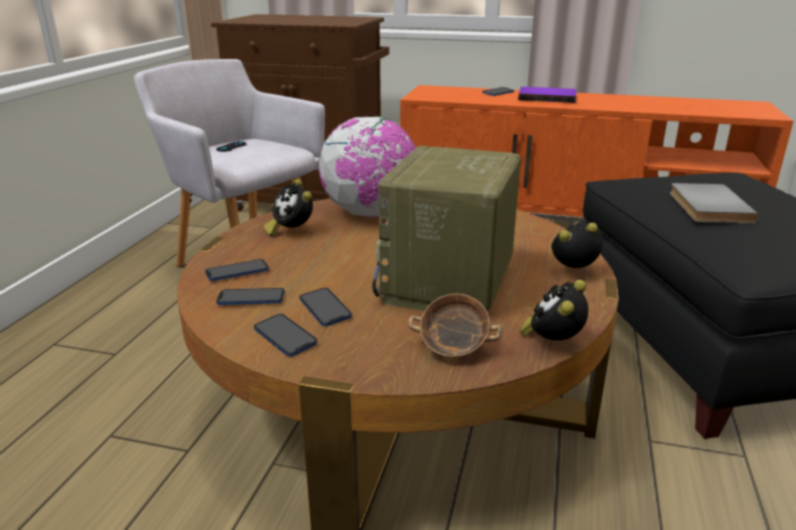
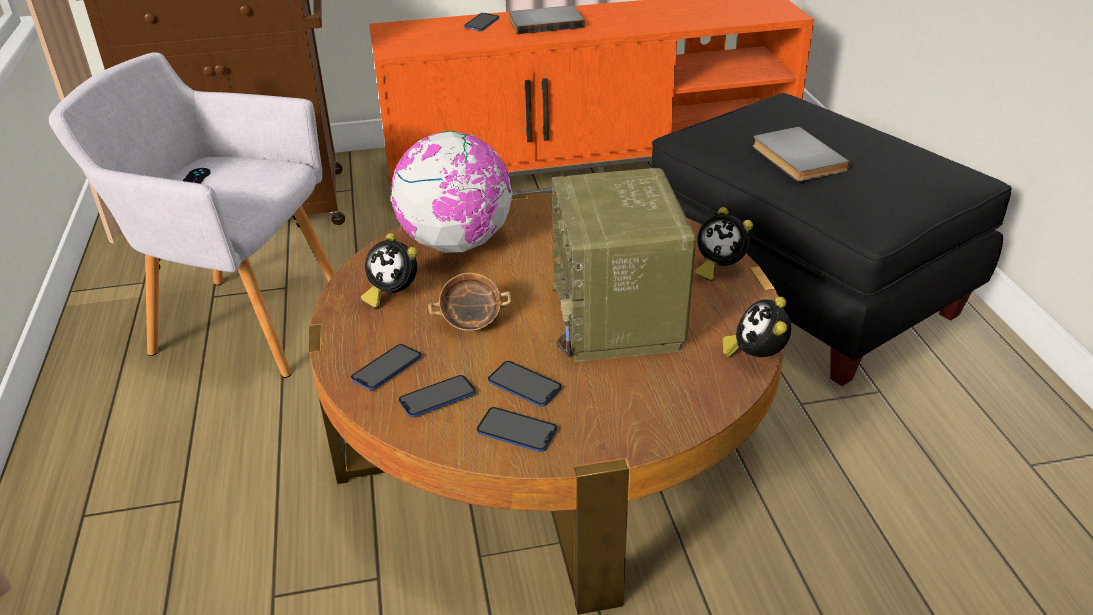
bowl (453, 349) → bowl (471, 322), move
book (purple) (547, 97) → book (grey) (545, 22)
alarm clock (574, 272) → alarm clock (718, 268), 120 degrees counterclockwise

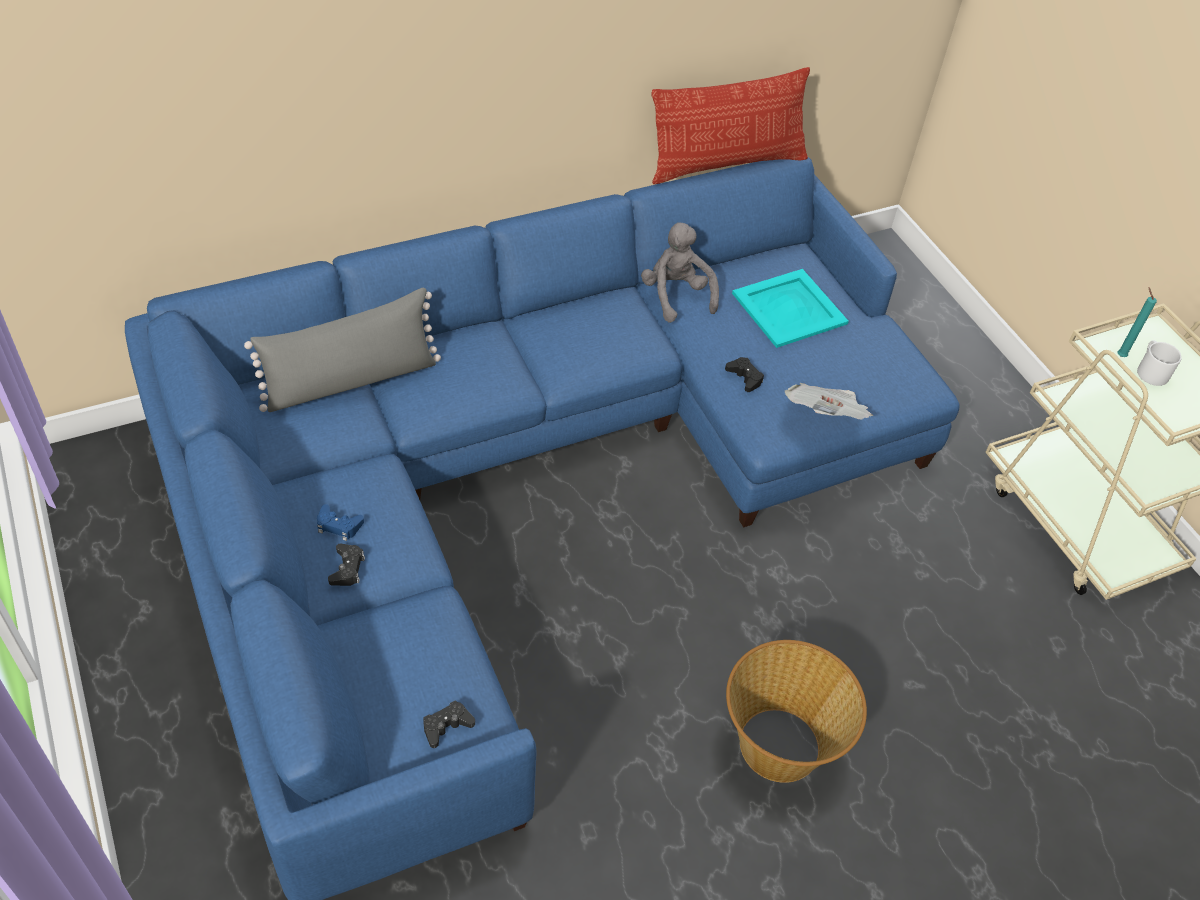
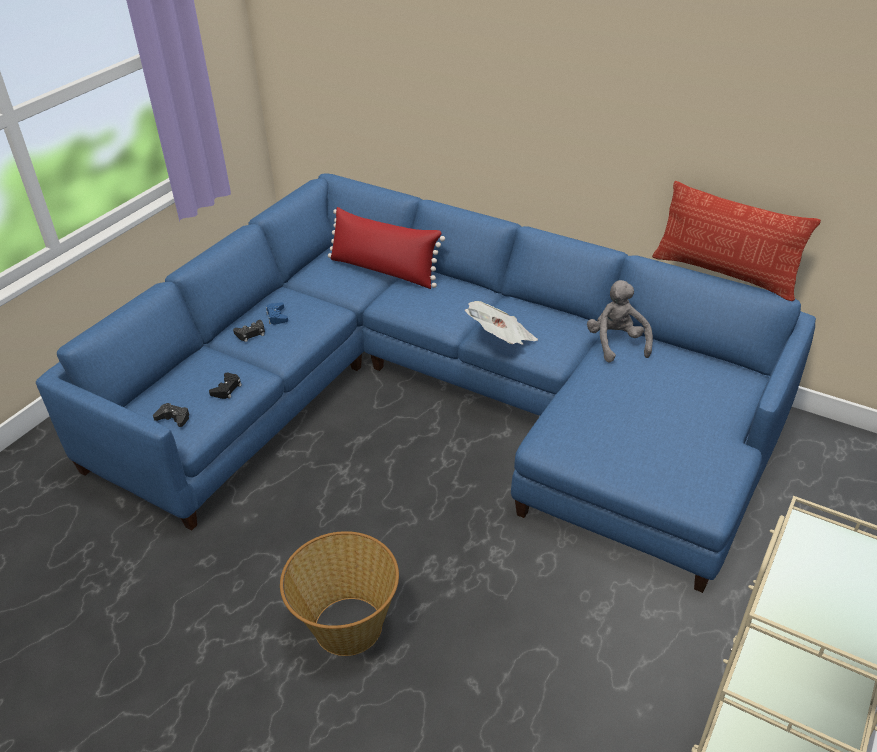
pillow (grey) (351, 380) → pillow (red) (384, 270)
plush toy (grey) (676, 296) → plush toy (grey) (616, 343), 45 degrees counterclockwise
game controller (black) (744, 377) → game controller (black) (227, 389), move
tray (turquoise) (789, 308) → -
newspaper (825, 417) → newspaper (501, 339), move
candle (turquoise) (1119, 355) → -
mug (white) (1150, 370) → -

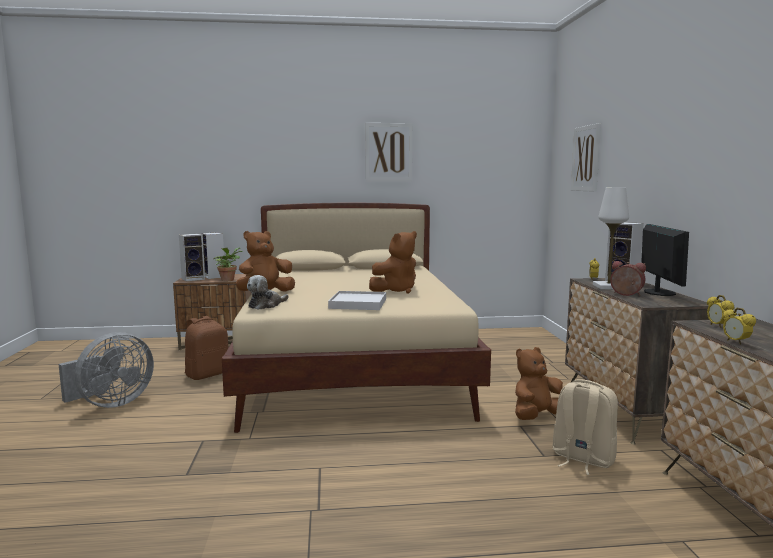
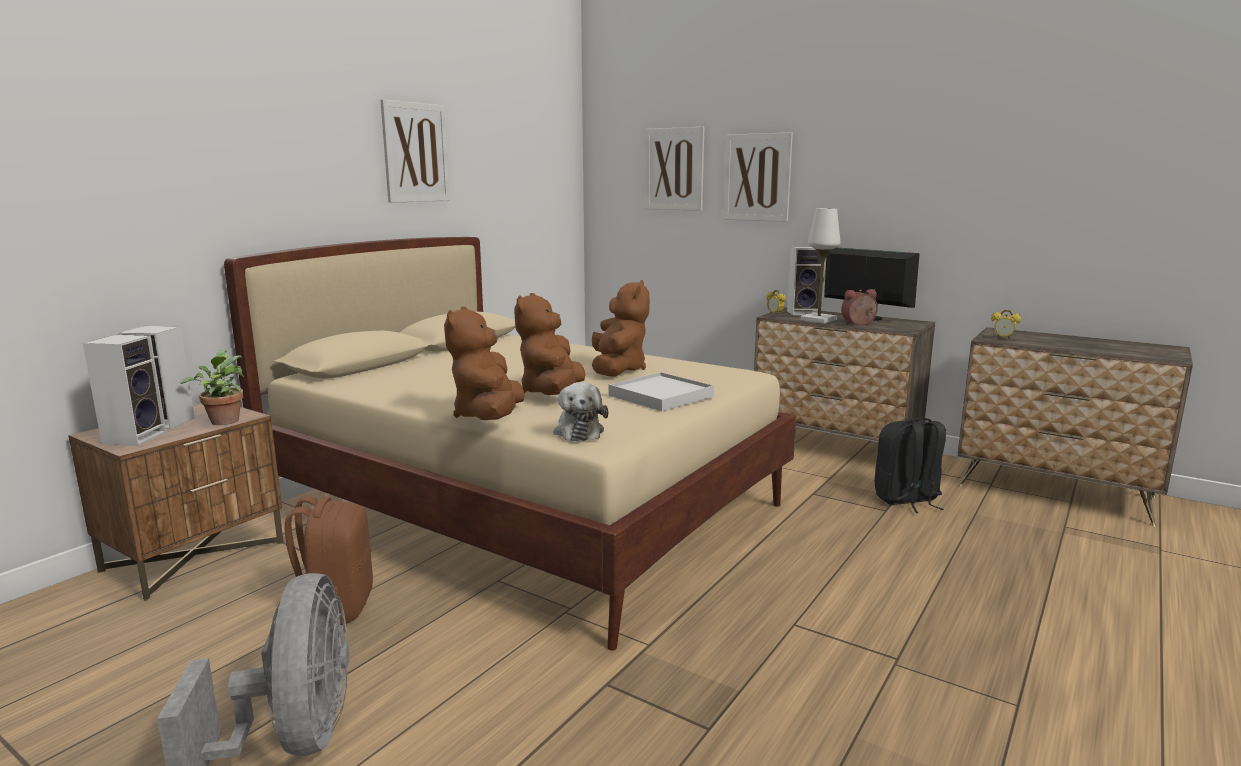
plush toy (brown) (536, 417) → plush toy (brown) (552, 393), move
backpack (beige) (582, 459) → backpack (black) (907, 500)
alarm clock (736, 342) → -
- → picture (757, 177)

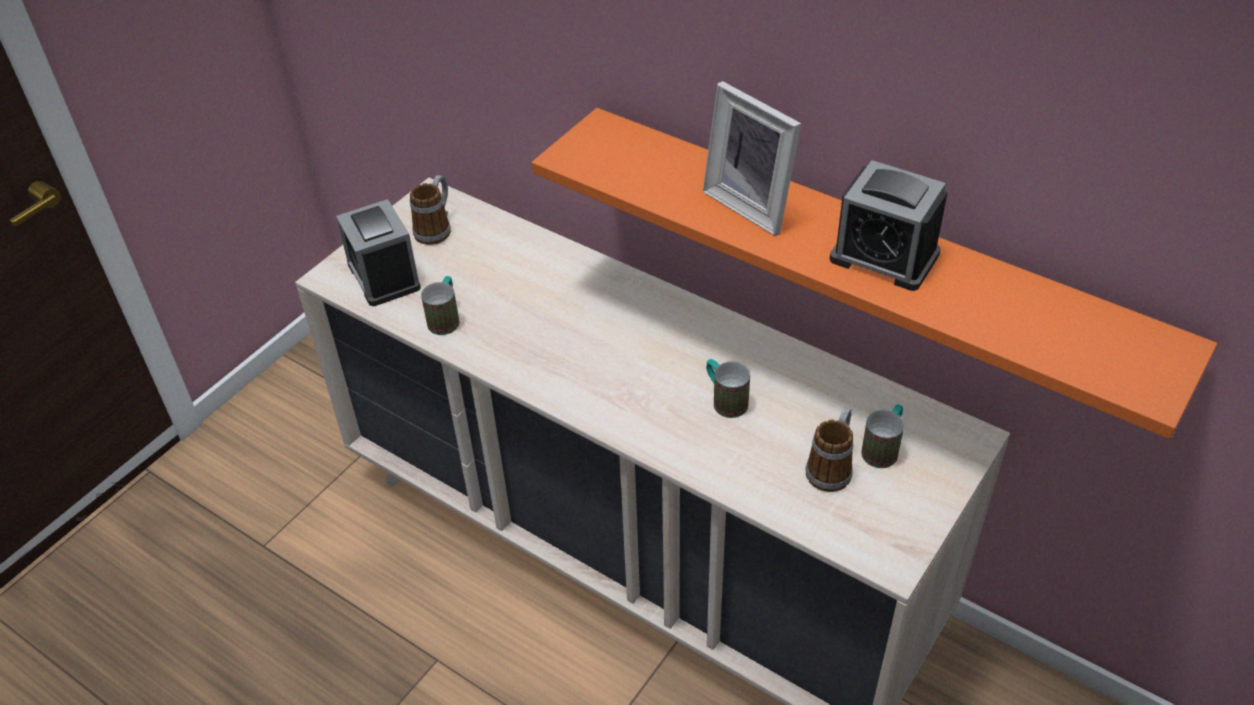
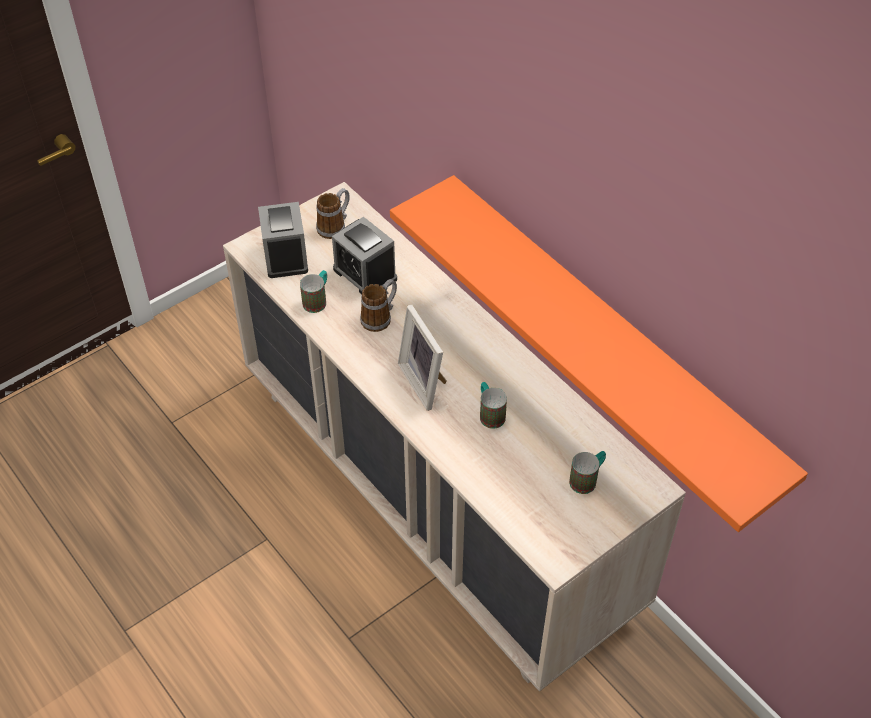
picture frame (753, 204) → picture frame (426, 382), move
mug (831, 467) → mug (380, 317), move
alarm clock (884, 257) → alarm clock (365, 274), move

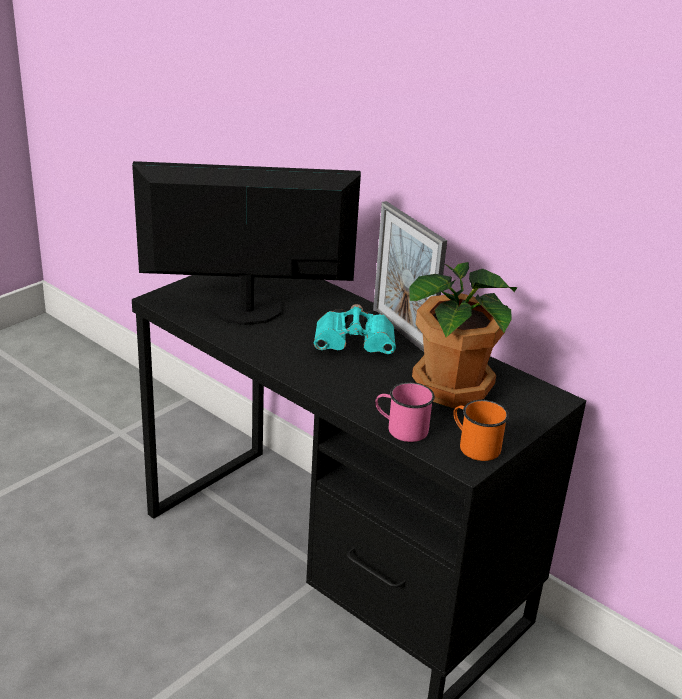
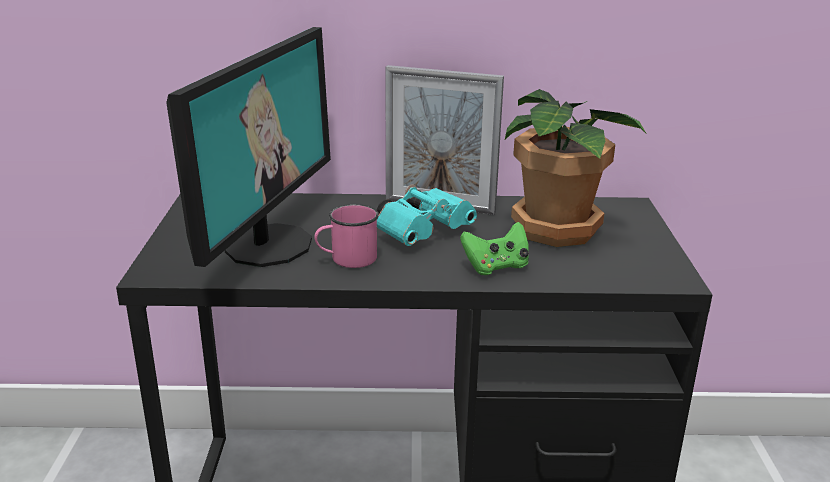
monitor (246, 309) → monitor (267, 245), 150 degrees clockwise
mug (pink) (401, 429) → mug (pink) (347, 259), move
mug (orange) (474, 445) → -
- → game controller (green) (496, 267)

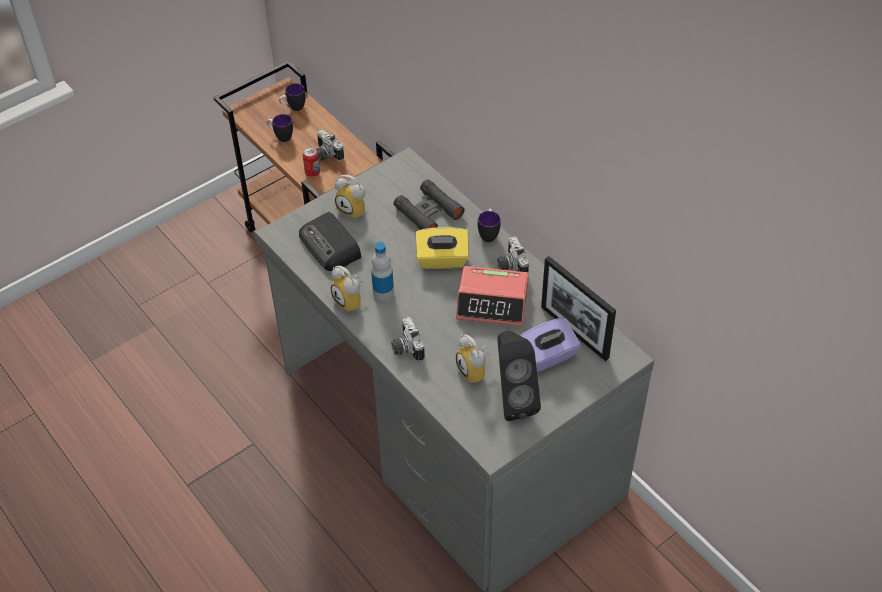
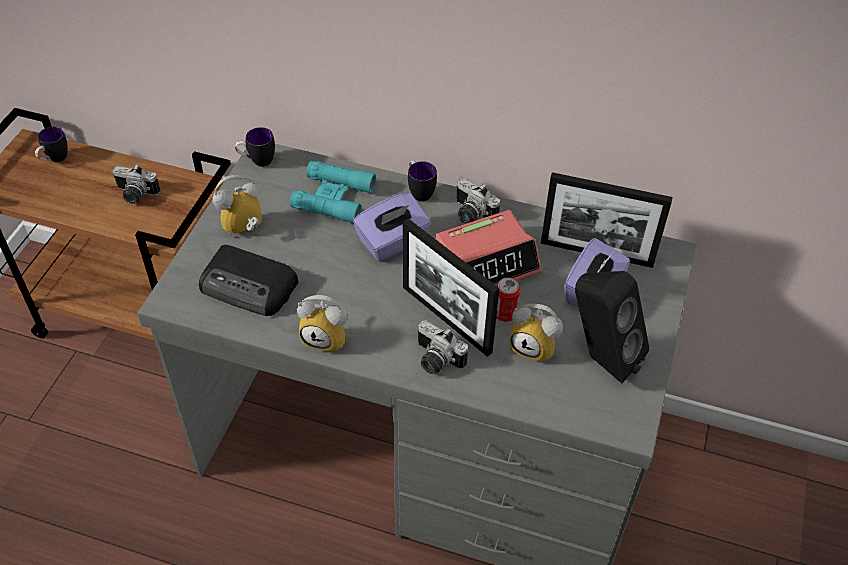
mug (281, 137) → mug (257, 161), move
can (312, 172) → can (504, 314), move
alarm clock (355, 209) → alarm clock (244, 231), 150 degrees clockwise
bottle (383, 292) → -
binoculars (black) (428, 212) → binoculars (turquoise) (333, 198)
tissue box (yellow) (442, 260) → tissue box (purple) (392, 242)
- → picture frame (446, 319)

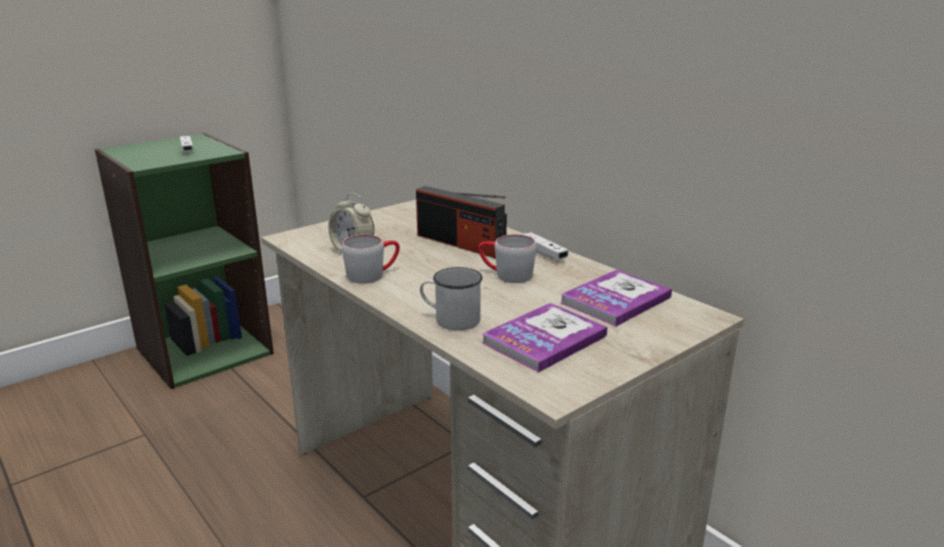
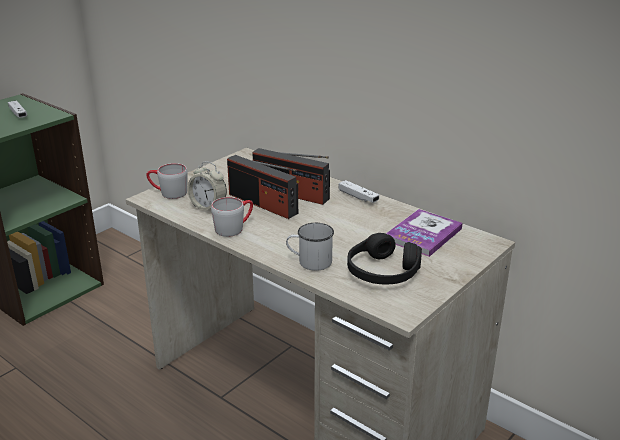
mug (grey) (505, 275) → mug (grey) (168, 193), move
book (544, 339) → headphones (black) (382, 272)
- → radio (263, 204)

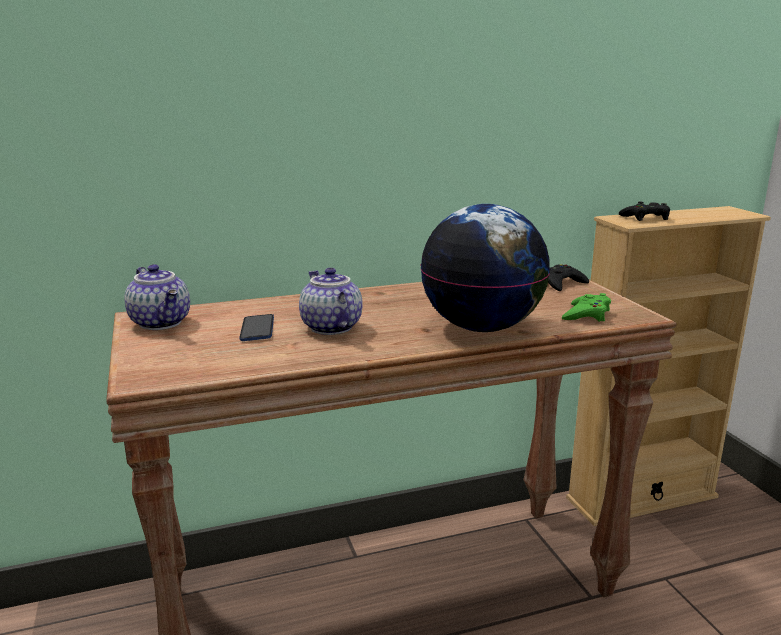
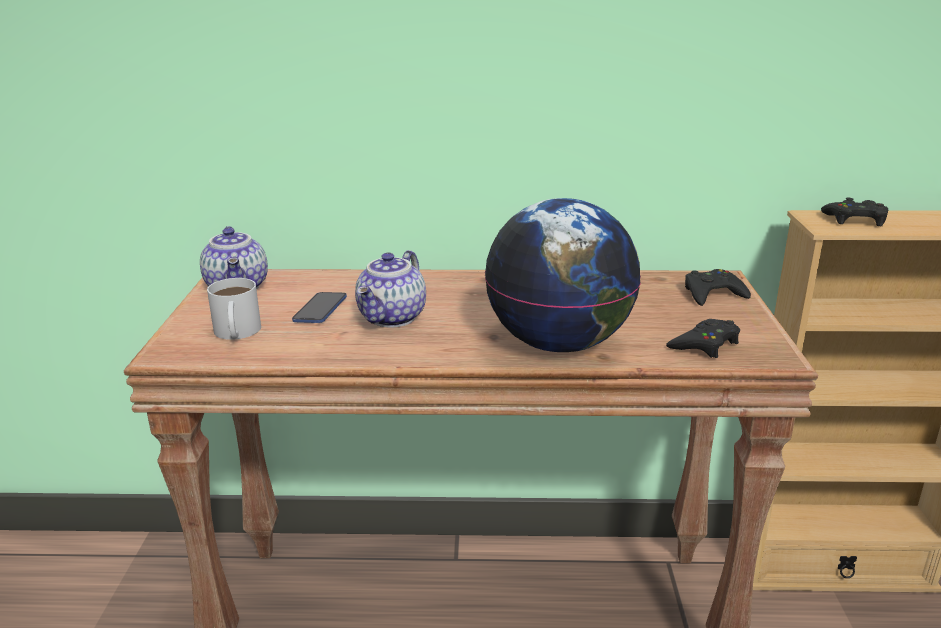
teapot (329, 327) → teapot (393, 318), 150 degrees counterclockwise
game controller (green) (586, 314) → game controller (black) (704, 344)
- → mug (white) (236, 333)

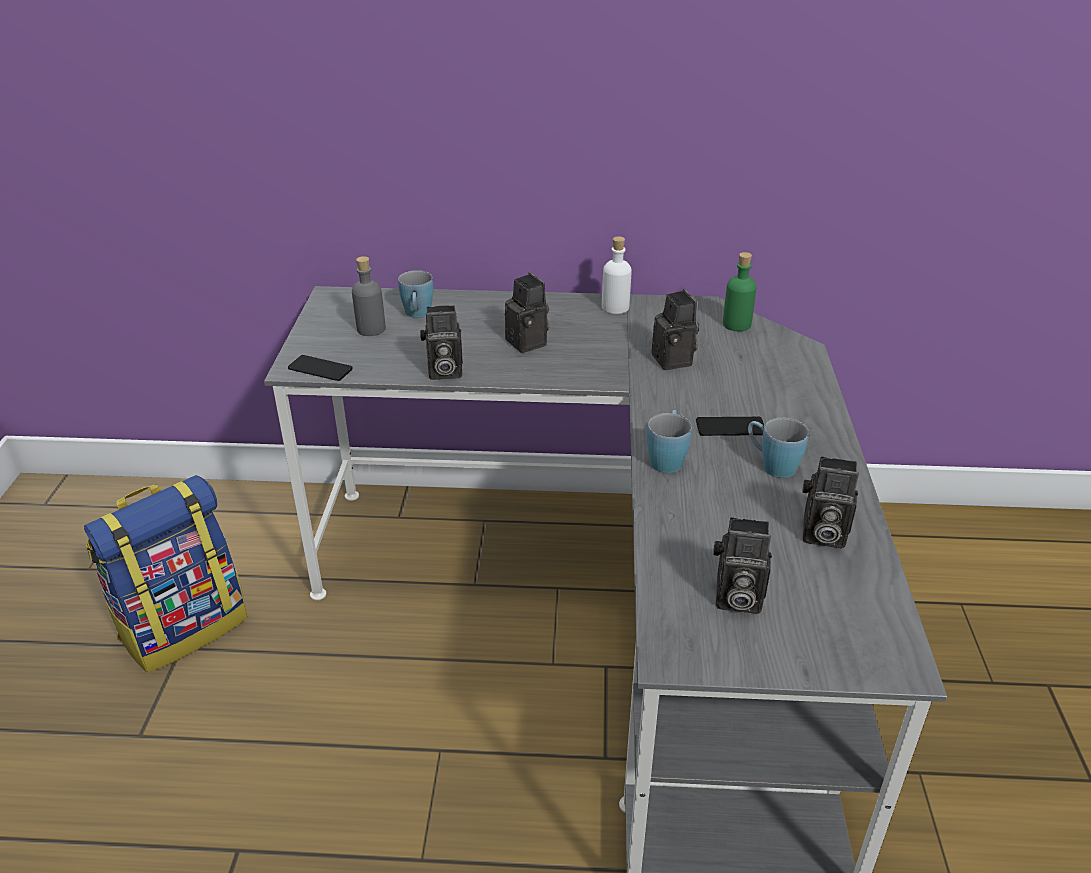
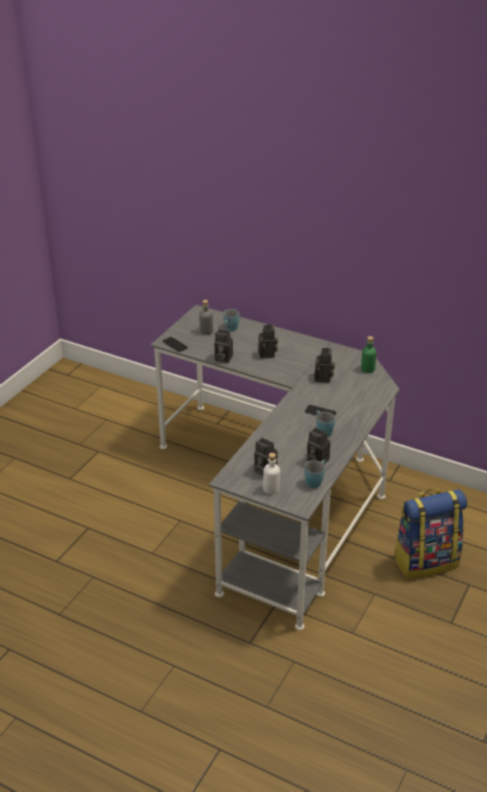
backpack (185, 627) → backpack (425, 561), move
bottle (white) (615, 307) → bottle (white) (271, 489), move
mug (blue) (667, 458) → mug (blue) (316, 481), move

